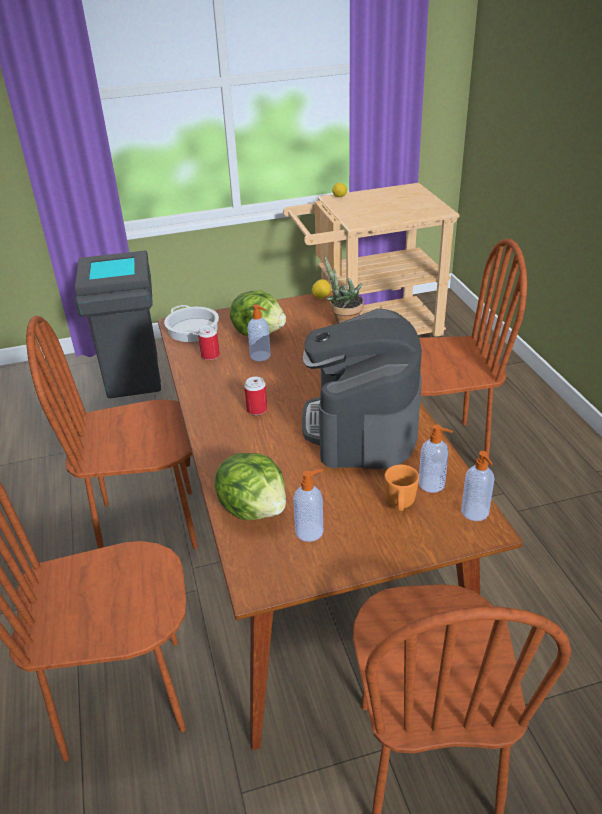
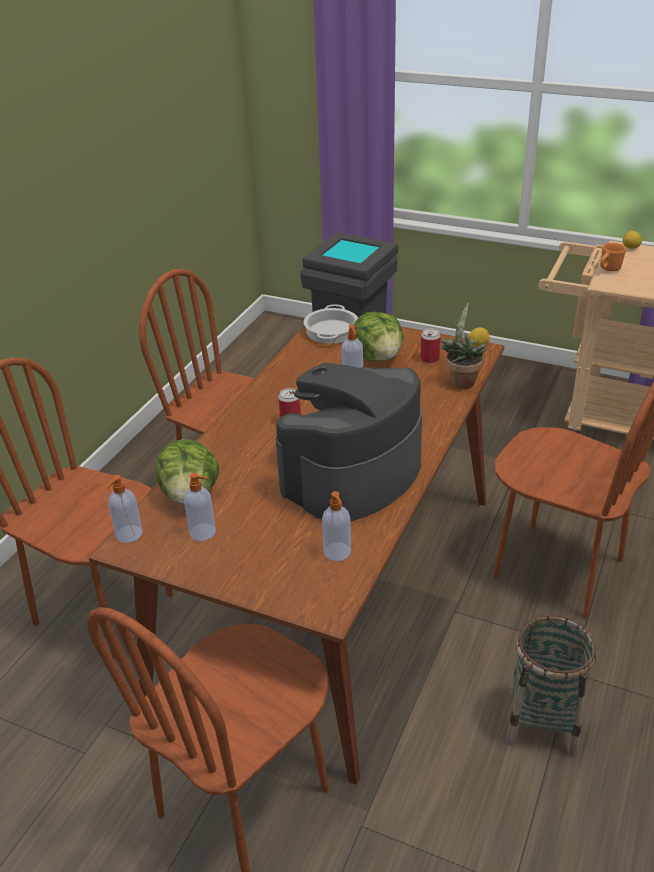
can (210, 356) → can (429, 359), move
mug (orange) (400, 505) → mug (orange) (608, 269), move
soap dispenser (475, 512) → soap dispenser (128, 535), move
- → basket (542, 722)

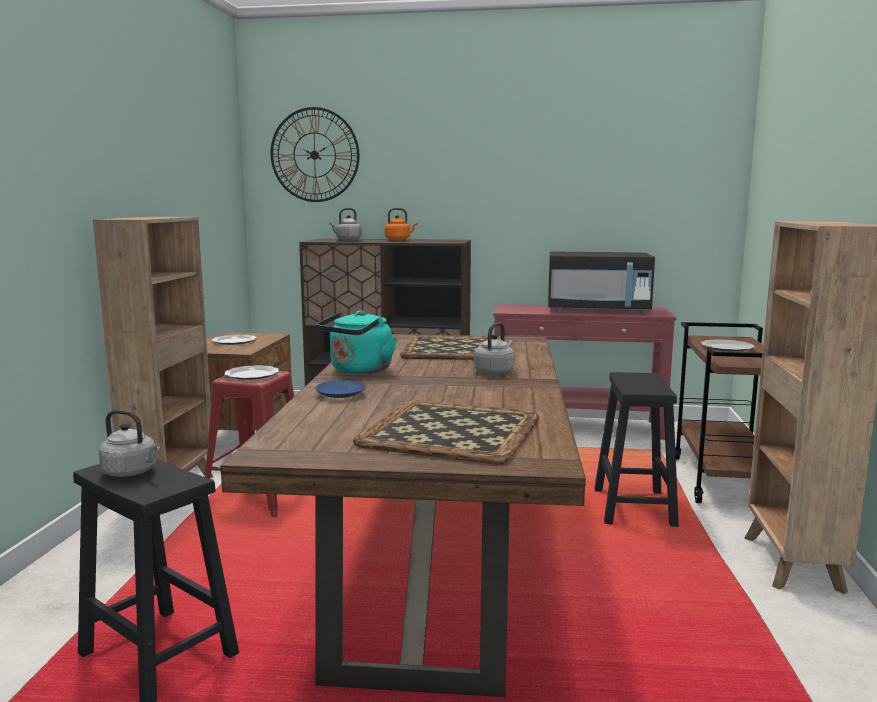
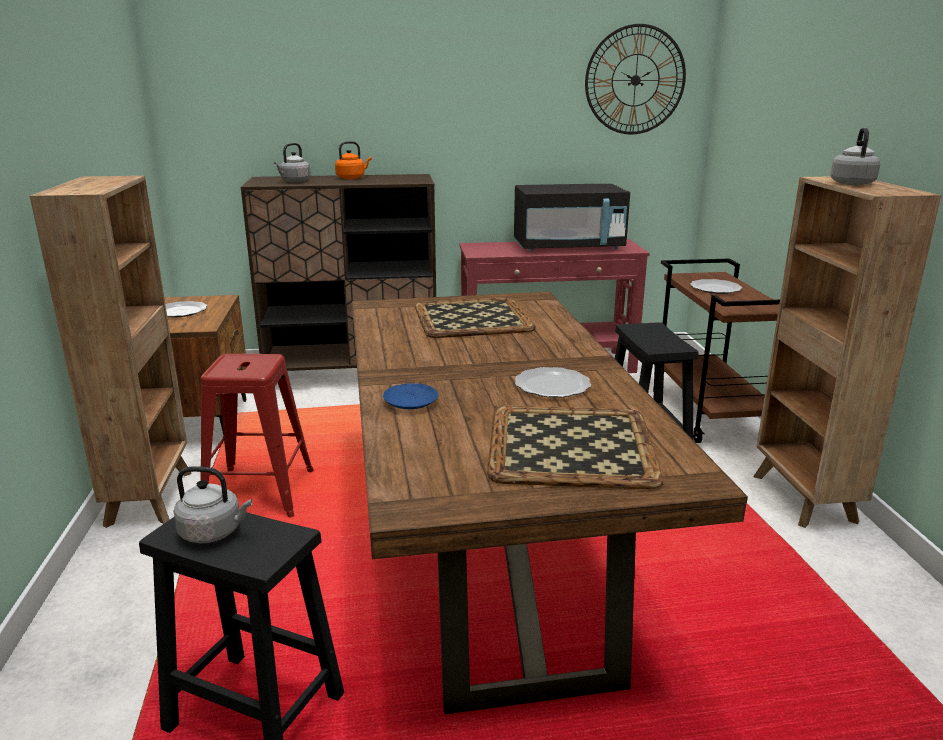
plate (252, 374) → plate (552, 385), move
wall clock (314, 155) → wall clock (635, 80), move
kettle (turquoise) (359, 371) → -
kettle (grey) (495, 372) → kettle (grey) (851, 183), move

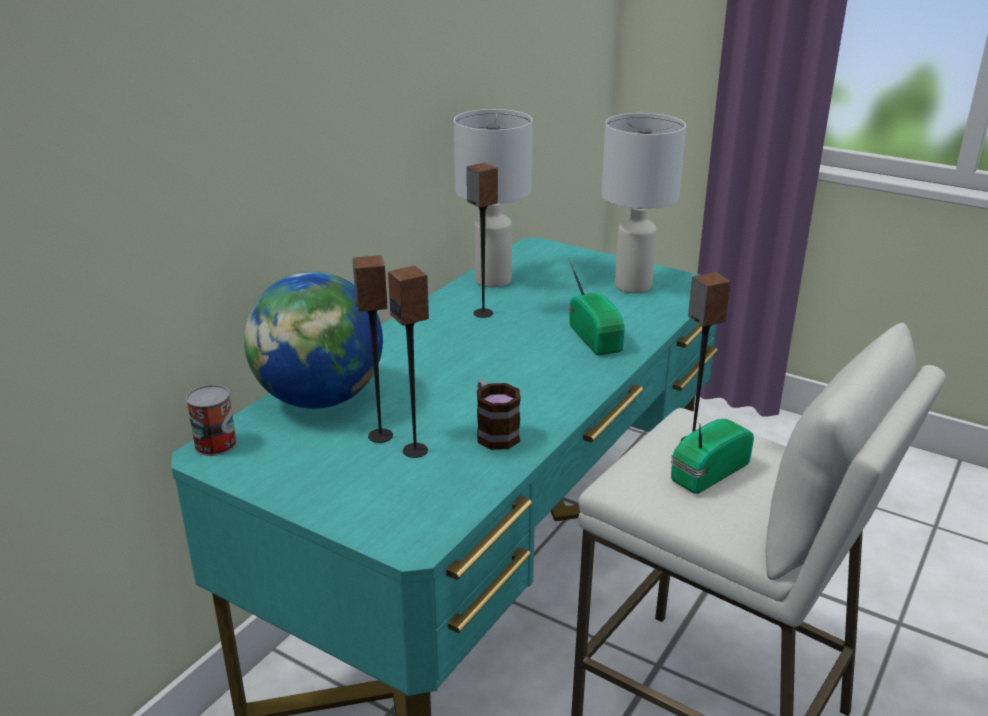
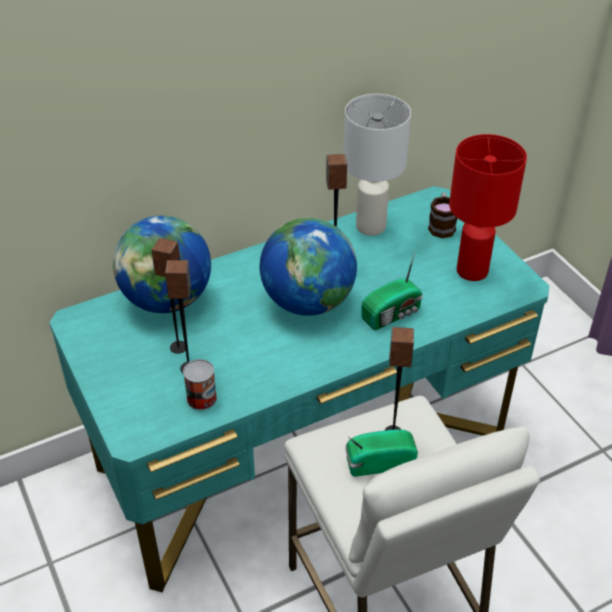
can (215, 444) → can (201, 398), move
mug (493, 432) → mug (441, 225), move
radio (596, 337) → radio (393, 314), 45 degrees clockwise
table lamp (white) (633, 286) → table lamp (red) (471, 271)
- → globe (308, 302)

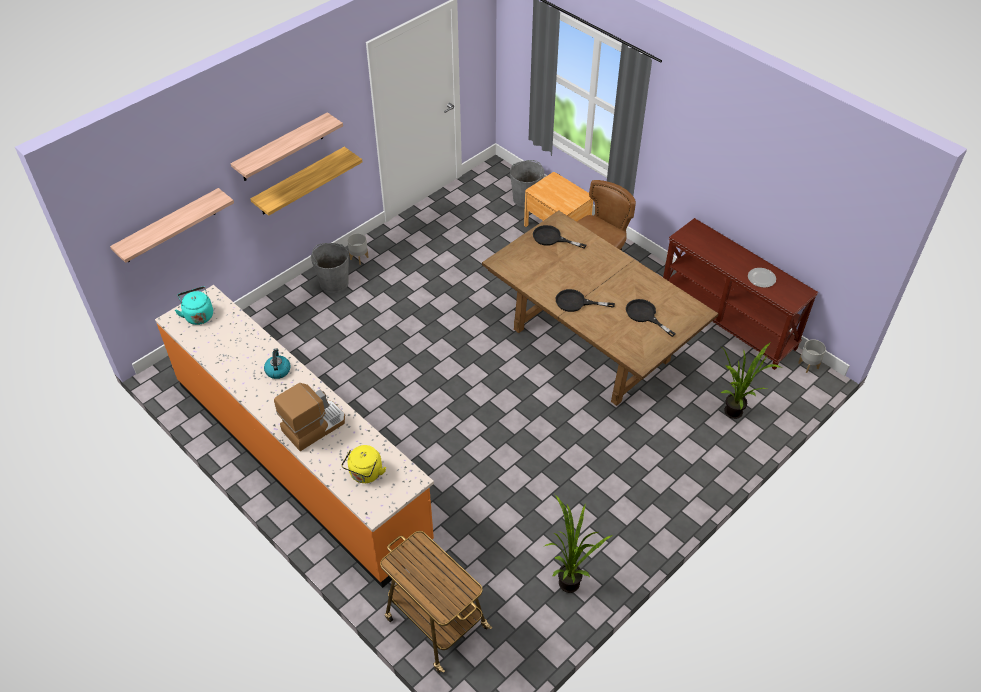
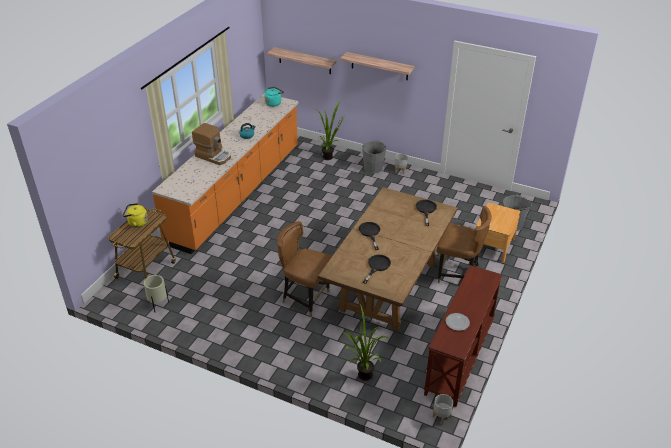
shelf (300, 181) → -
kettle (yellow) (365, 474) → kettle (yellow) (136, 223), move
potted plant (568, 579) → potted plant (330, 157), move
- → planter (beige) (158, 305)
- → chair (brown) (305, 298)

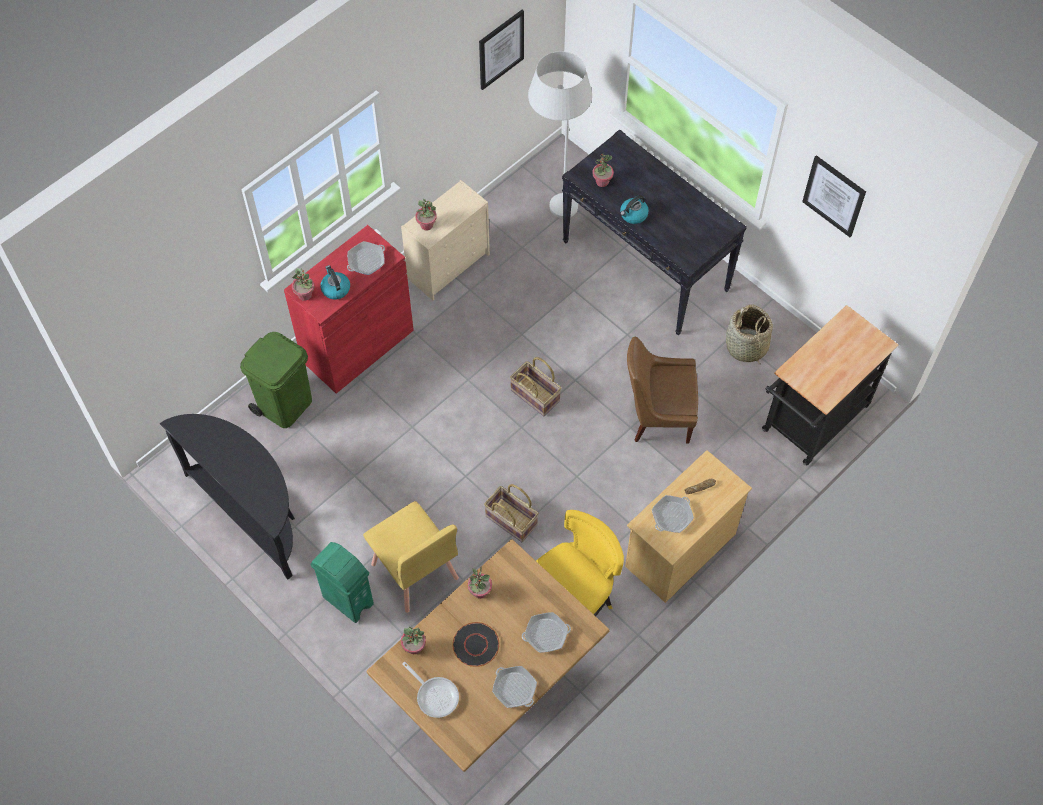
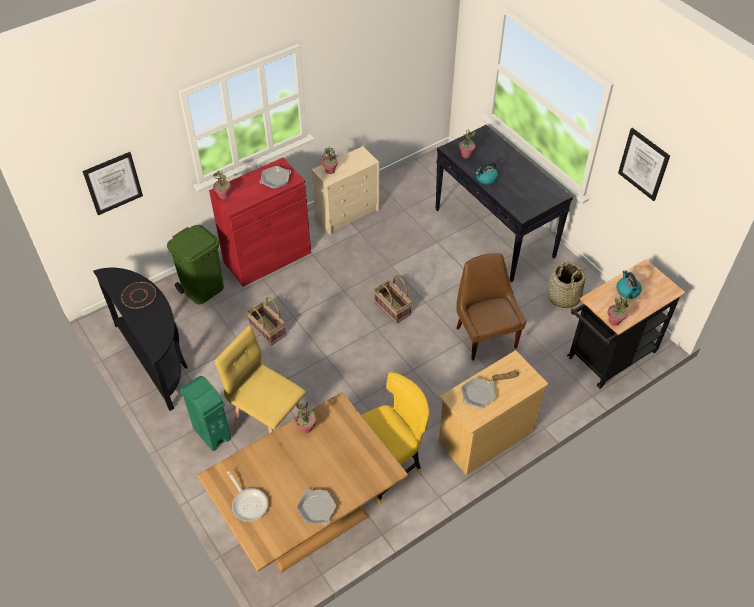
kettle (335, 289) → kettle (627, 290), move
chair (yellow) (414, 572) → chair (yellow) (269, 420), 150 degrees clockwise
potted plant (414, 647) → potted plant (614, 321), move
plate (black) (475, 645) → plate (black) (138, 296), move
picture (501, 49) → picture (113, 183), move
basket (510, 521) → basket (267, 330), move
frying pan (546, 634) → -
floor lamp (white) (556, 194) → -
chair (brown) (657, 416) → chair (brown) (485, 336), 60 degrees clockwise

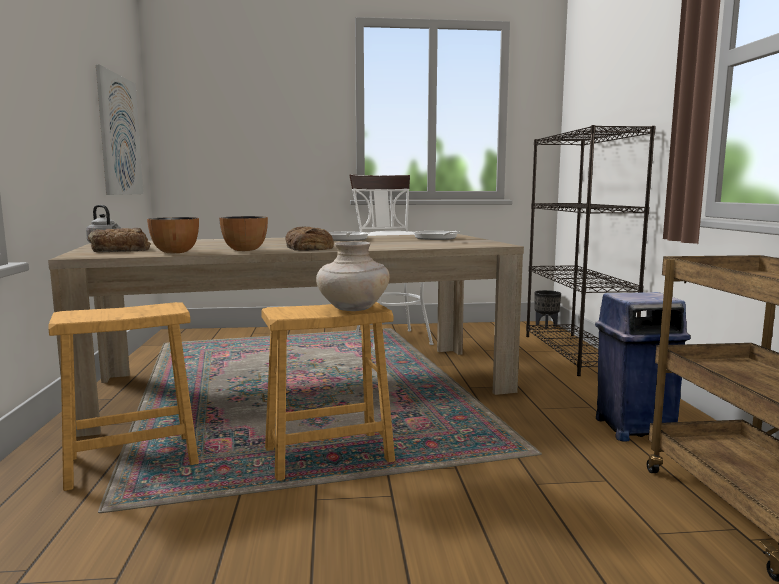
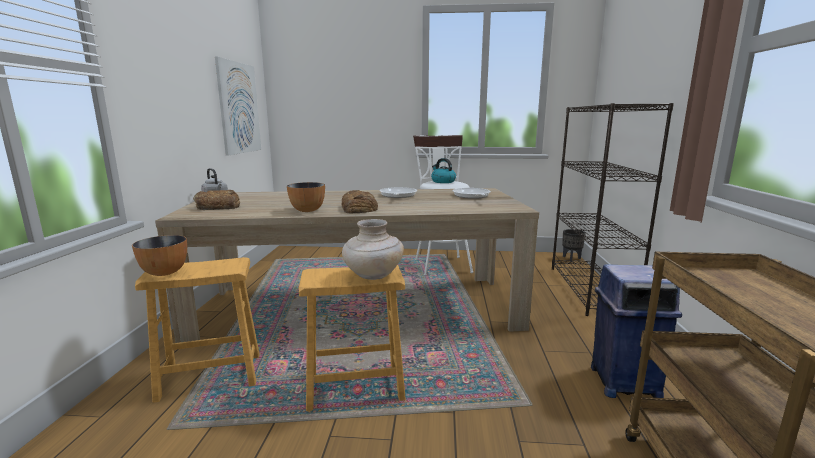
bowl (175, 252) → bowl (165, 272), move
- → kettle (443, 181)

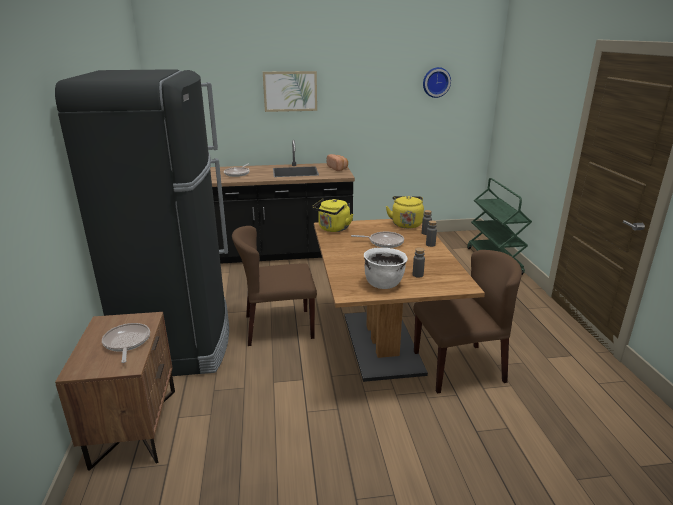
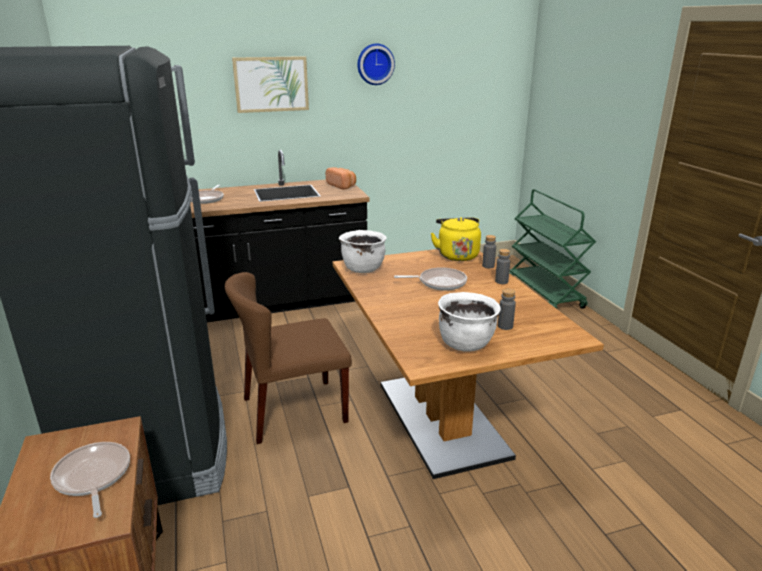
kettle (yellow) (333, 229) → cooking pot (white) (363, 268)
chair (brown) (459, 367) → -
wall clock (436, 82) → wall clock (375, 64), move

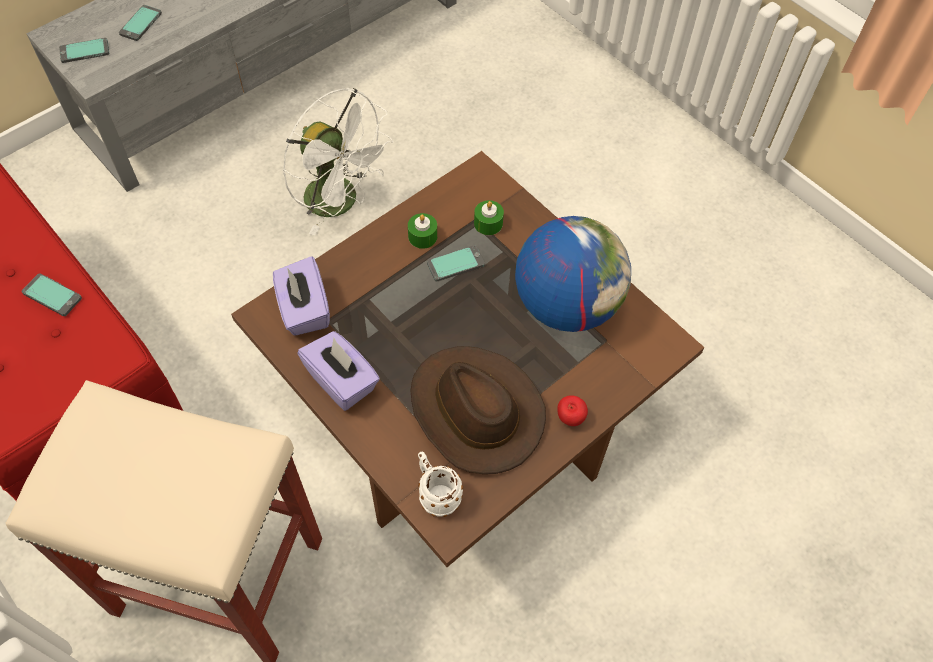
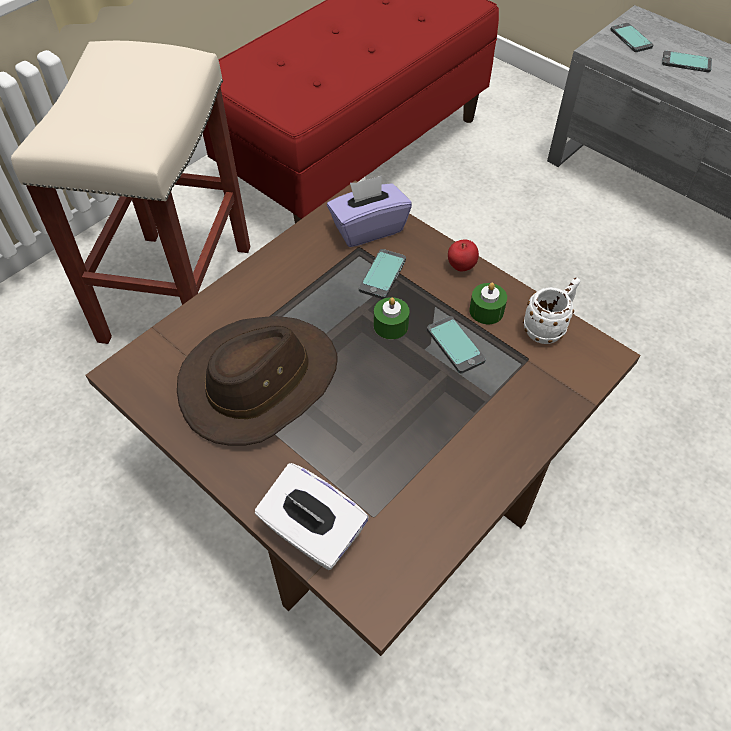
phone (52, 295) → phone (383, 275), move
fan (white) (341, 202) → -
tissue box (purple) (342, 381) → -
mug (white) (436, 494) → mug (white) (548, 327), move
candle (green) (488, 223) → candle (green) (391, 325), move
globe (566, 304) → -
apple (570, 418) → apple (461, 267), move
- → tissue box (white) (312, 532)

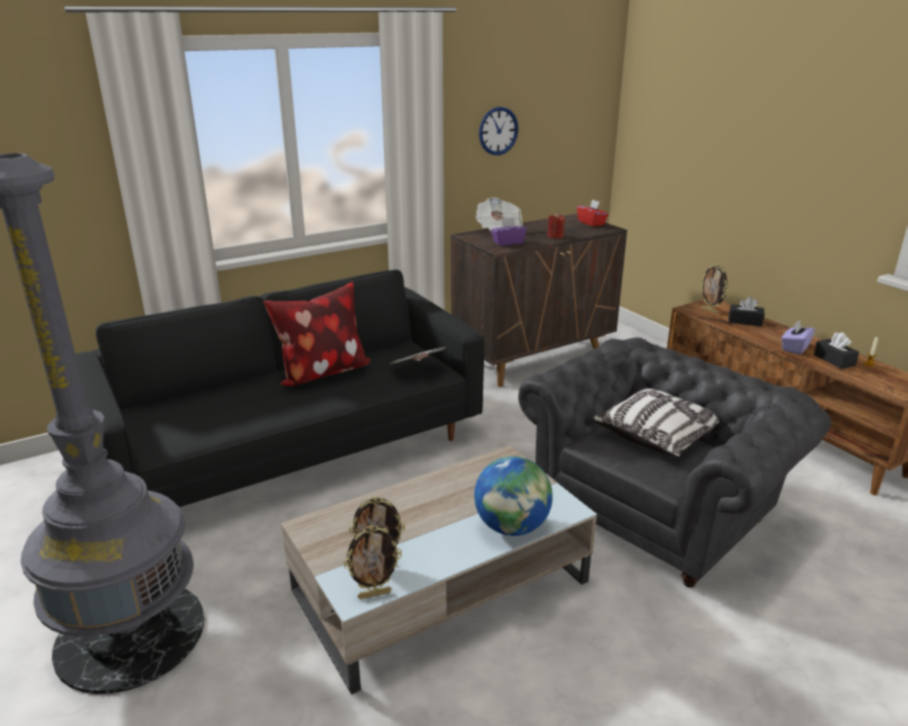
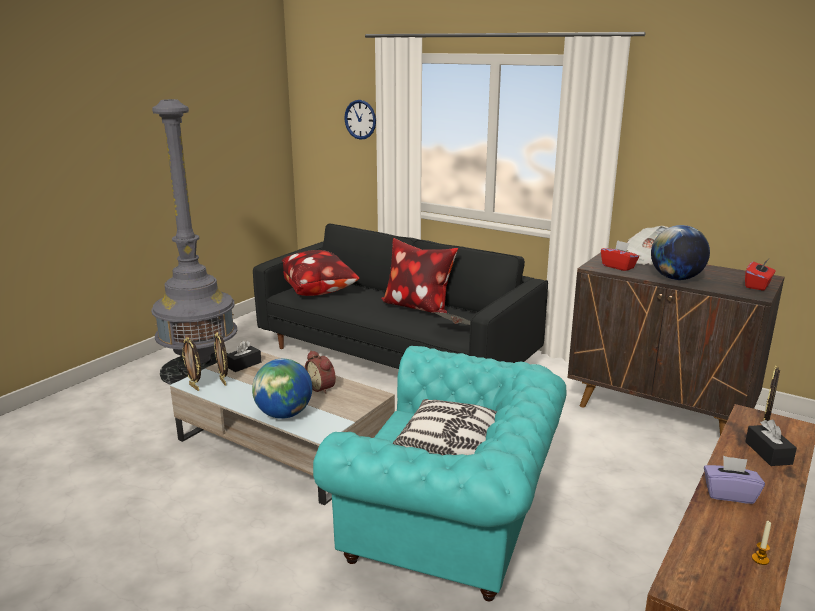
wall clock (498, 131) → wall clock (360, 119), move
tissue box (purple) (508, 243) → tissue box (red) (618, 267)
armchair (grey) (657, 509) → armchair (turquoise) (453, 527)
candle (red) (555, 236) → globe (676, 278)
tissue box (black) (834, 360) → tissue box (black) (243, 364), move
- → pillow (319, 291)
- → alarm clock (322, 388)

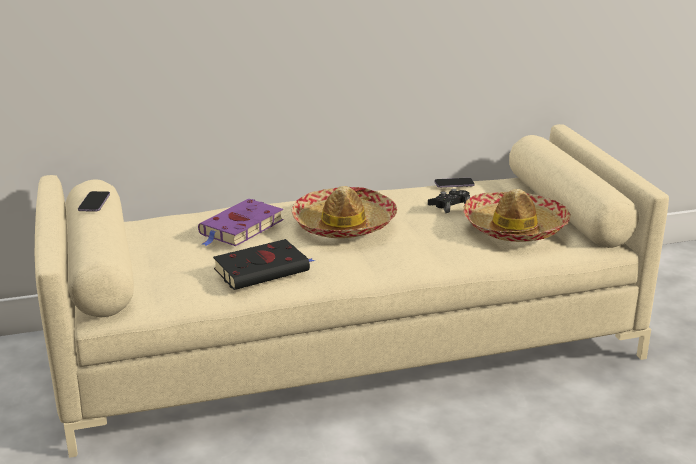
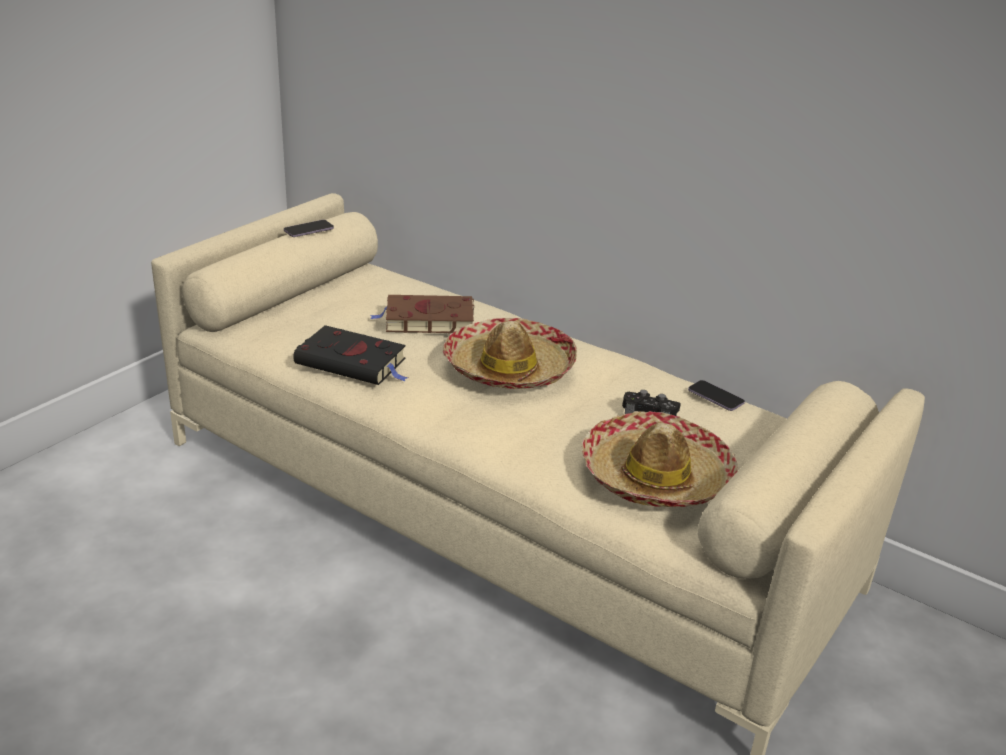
book (purple) (240, 228) → book (brown) (426, 320)

